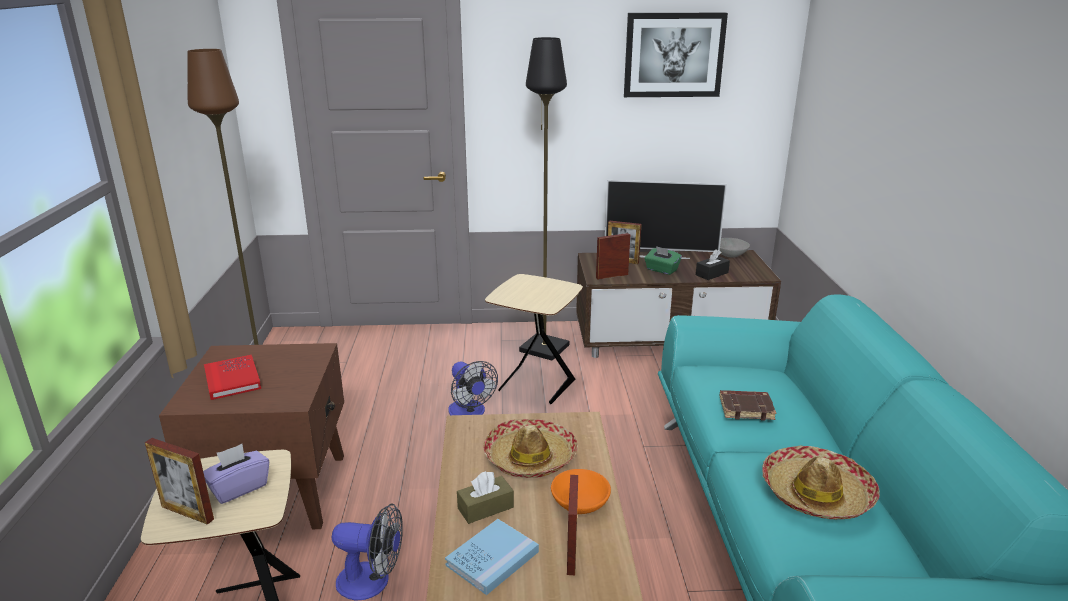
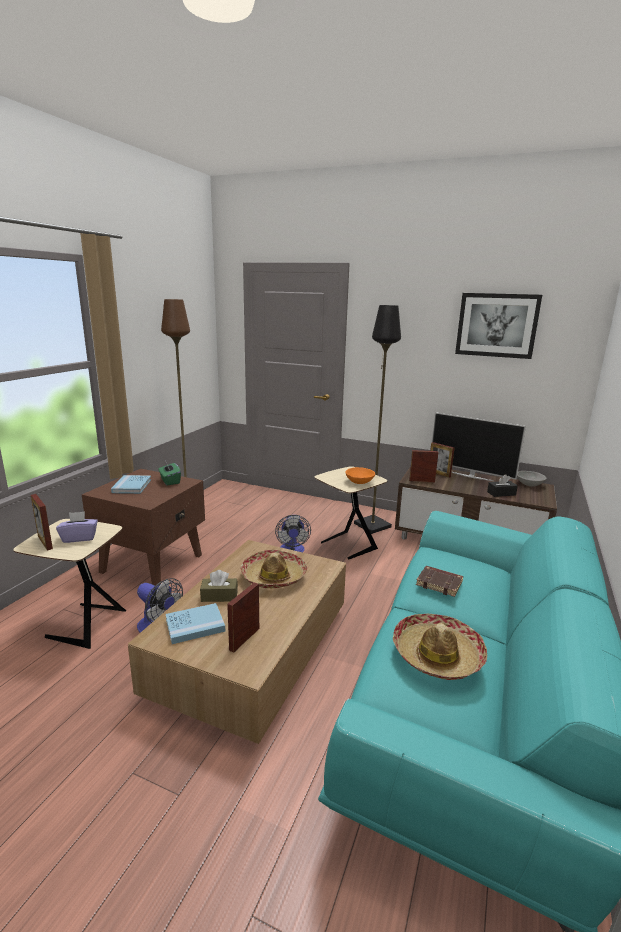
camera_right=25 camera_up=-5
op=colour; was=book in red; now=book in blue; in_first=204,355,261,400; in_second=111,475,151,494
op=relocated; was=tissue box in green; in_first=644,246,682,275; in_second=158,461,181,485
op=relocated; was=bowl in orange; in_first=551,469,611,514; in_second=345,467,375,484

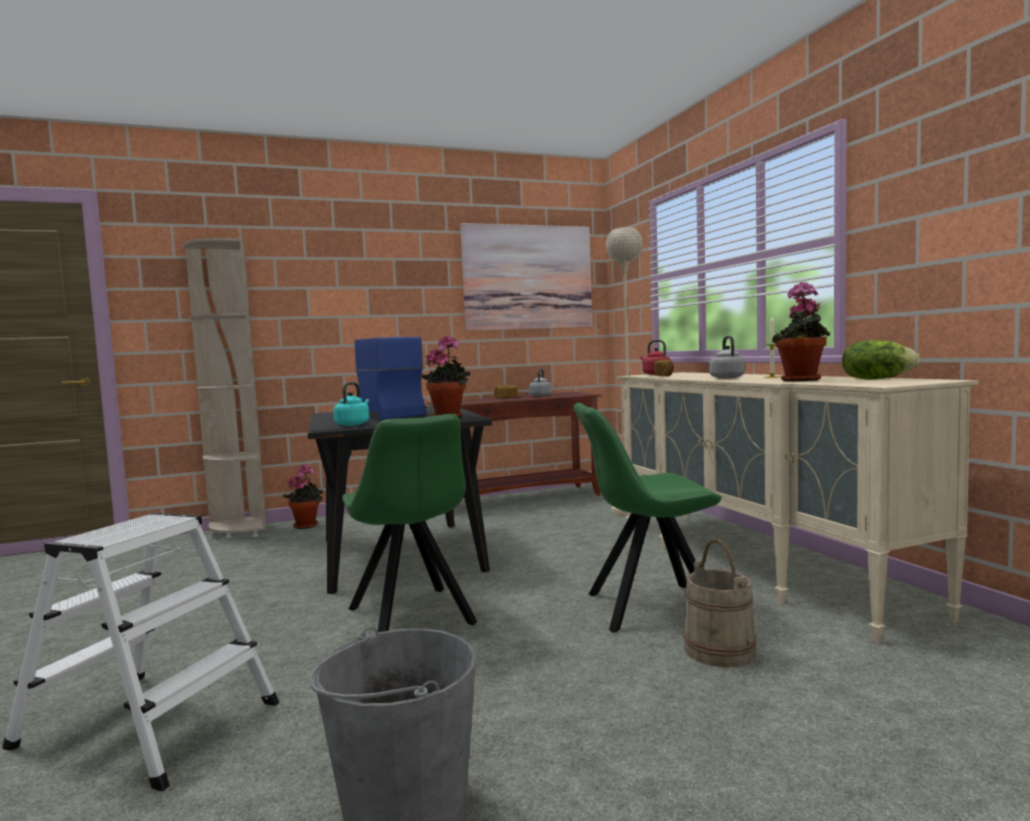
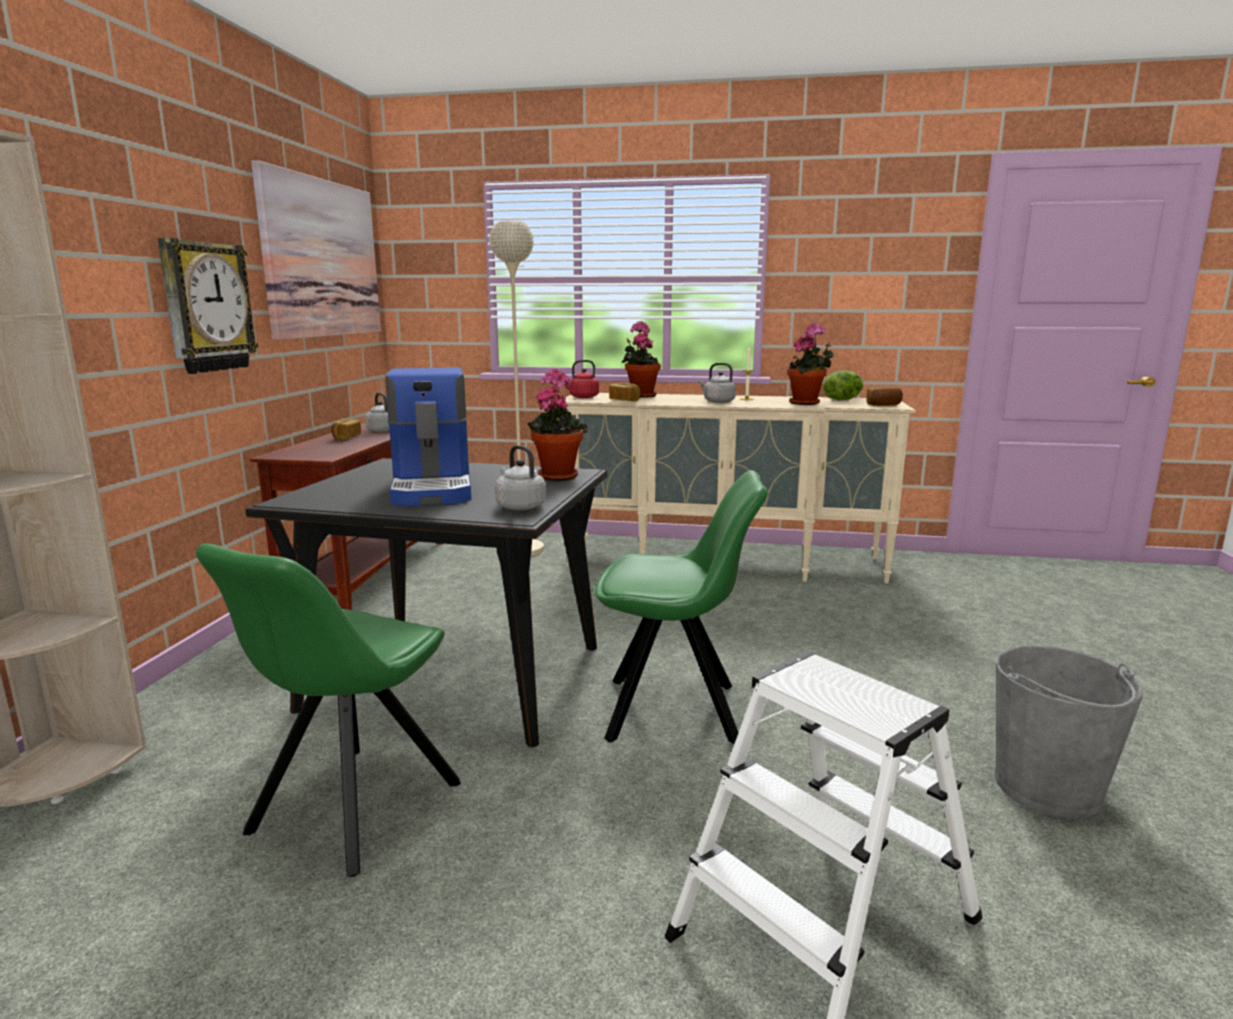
camera_right=-60 camera_up=10
op=appeared; now=wall clock; in_second=158,238,259,374
op=relocated; was=chair in green; in_first=573,403,722,633; in_second=196,544,461,877
op=spun; was=coffee machine; in_first=355,337,425,420; in_second=385,367,471,506; clockwise=-90
op=colour; was=kettle in turquoise; now=kettle in grey; in_first=333,382,369,426; in_second=495,445,546,511
op=relocated; was=potted plant; in_first=283,464,323,529; in_second=622,321,661,398
op=appeared; now=bread; in_second=867,387,903,406
op=missing; was=bucket in beige; in_first=683,539,756,667

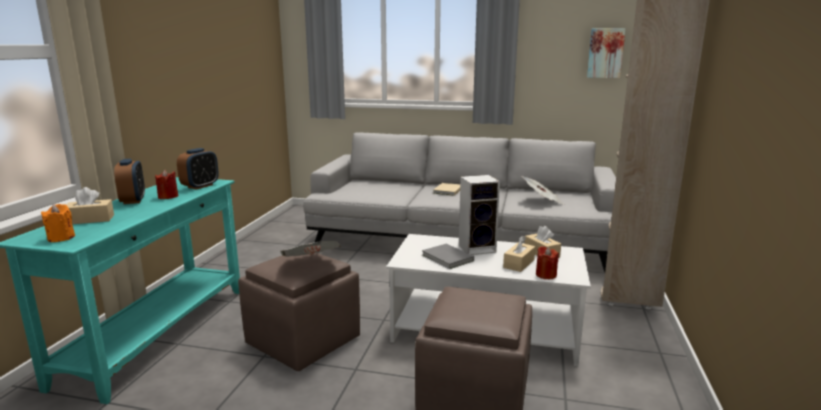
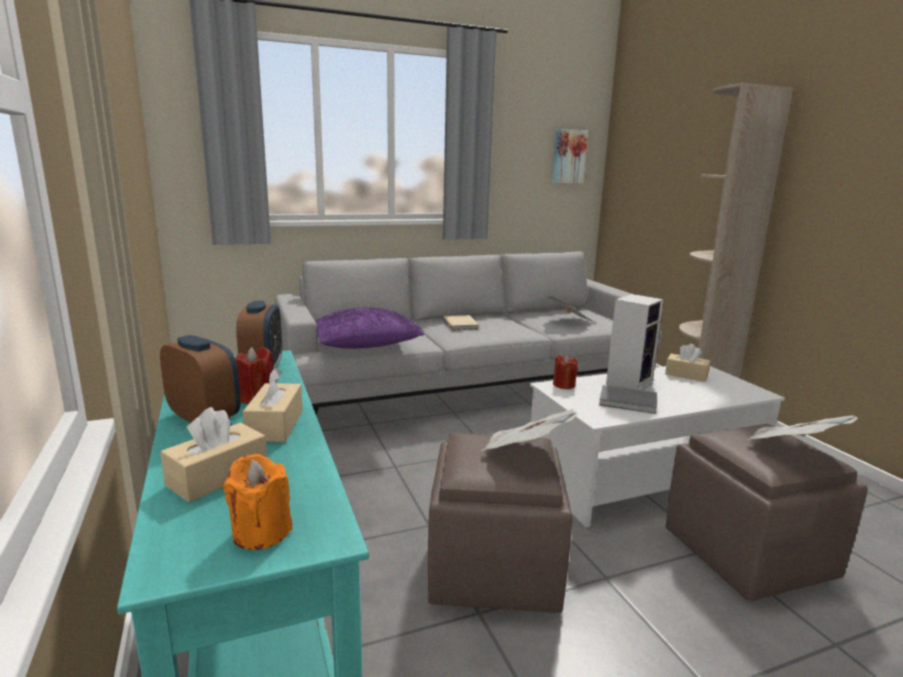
camera_right=-35 camera_up=0
op=relocated; was=tissue box in beige; in_first=503,236,535,272; in_second=243,367,303,442
op=appeared; now=pillow in purple; in_second=315,307,424,349
op=relocated; was=candle in red; in_first=536,246,559,279; in_second=553,354,578,389
op=appeared; now=newspaper; in_second=746,415,858,440

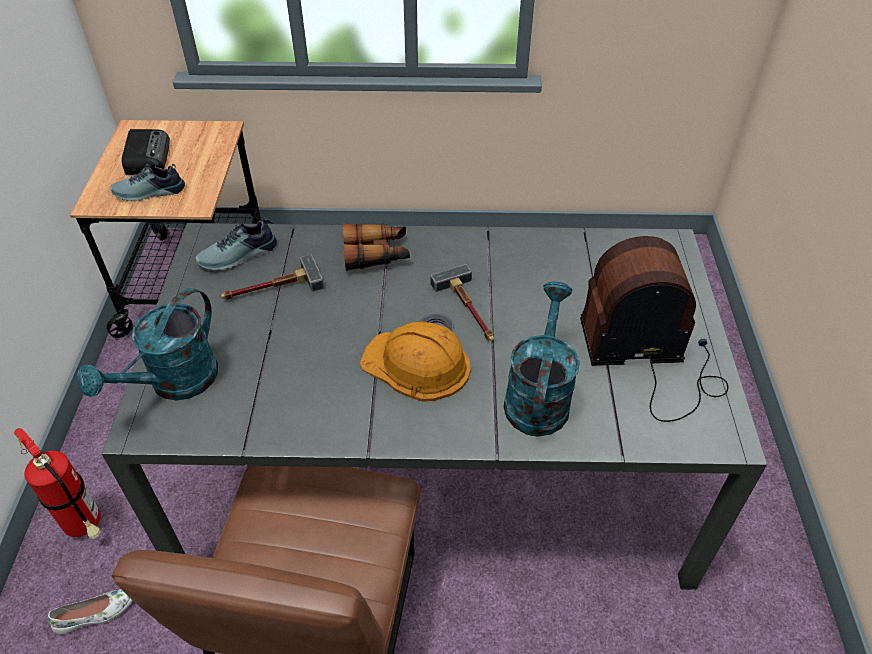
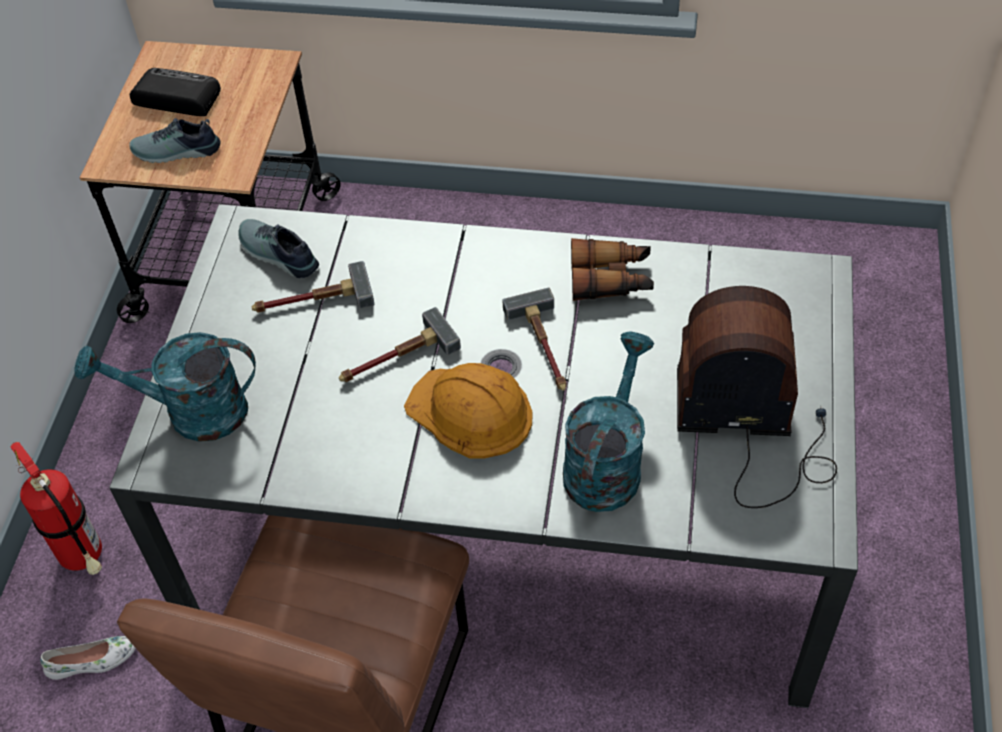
camera_right=10 camera_up=5
op=spun; was=watering can in turquoise; in_first=77,288,218,401; in_second=74,332,256,442; clockwise=45
op=spun; was=radio; in_first=122,129,170,175; in_second=130,68,221,116; clockwise=-75
op=spun; was=shoe; in_first=195,218,277,271; in_second=238,219,319,278; clockwise=60
op=appeared; now=hammer; in_second=339,307,461,382
op=relocated; was=binoculars; in_first=342,223,410,271; in_second=571,238,654,301

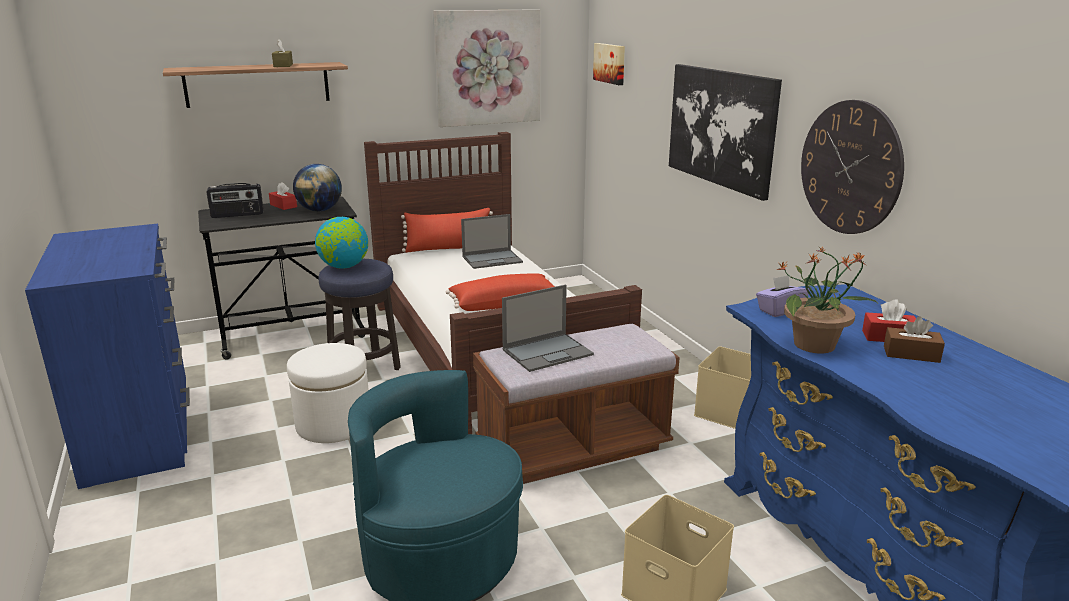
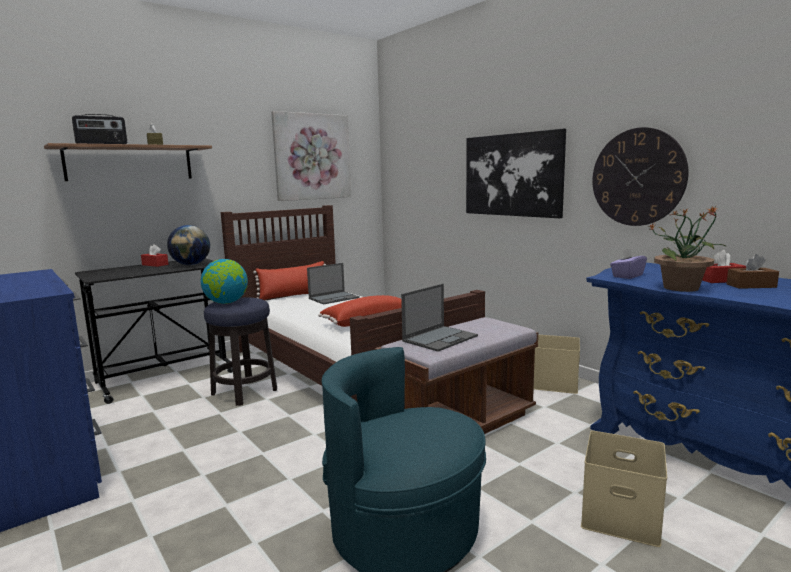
camera_right=-15 camera_up=-10
op=relocated; was=radio; in_first=207,183,264,218; in_second=72,114,127,144
op=missing; was=ottoman in white; in_first=287,343,369,443
op=missing; was=picture; in_first=593,43,625,85

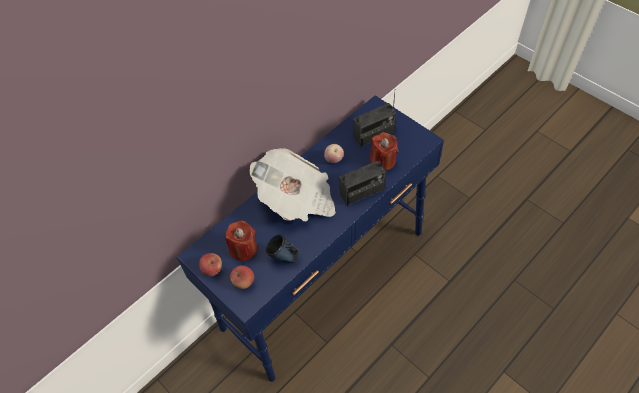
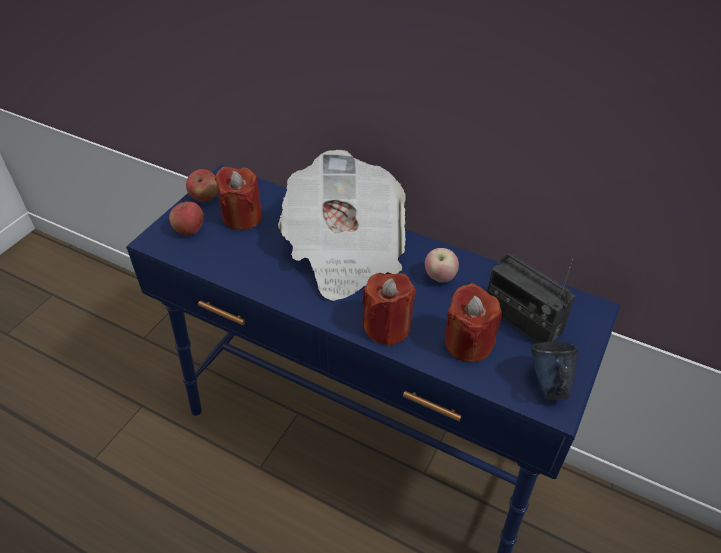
camera_right=70 camera_up=-10
op=exchanged; was=radio; now=candle in red; in_first=339,152,386,206; in_second=362,273,416,346
op=relocated; was=mug in blue; in_first=266,234,299,263; in_second=531,342,578,400

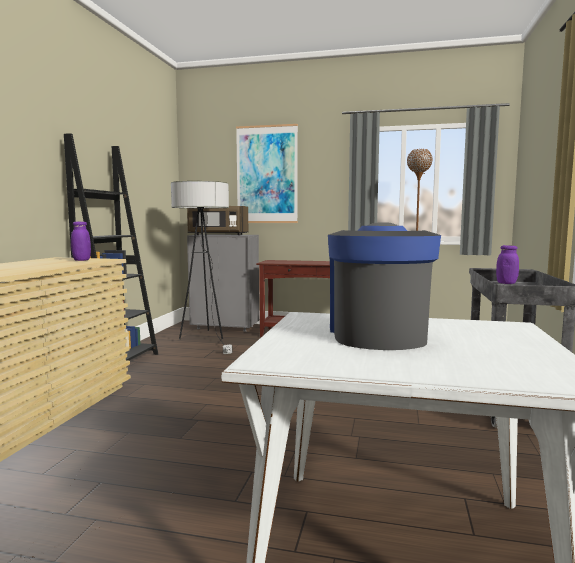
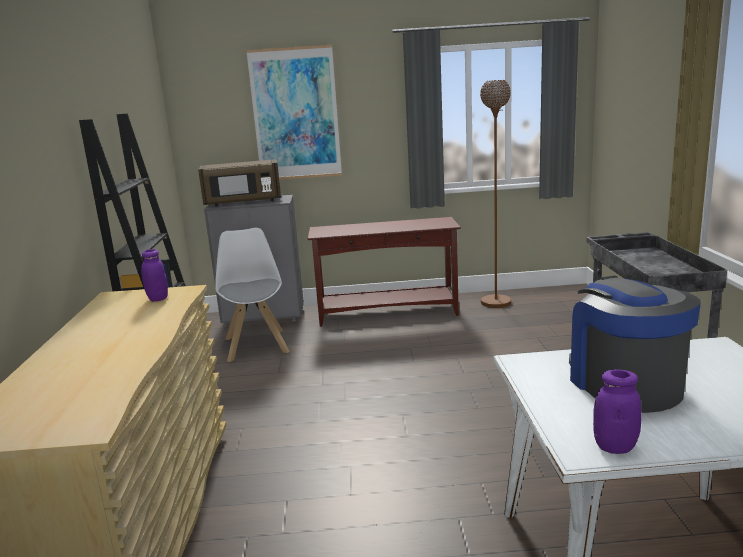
camera_right=-15 camera_up=10
op=exchanged; was=floor lamp; now=chair; in_first=171,181,232,354; in_second=215,228,290,362
op=relocated; was=jar in purple; in_first=496,245,519,284; in_second=593,370,641,454

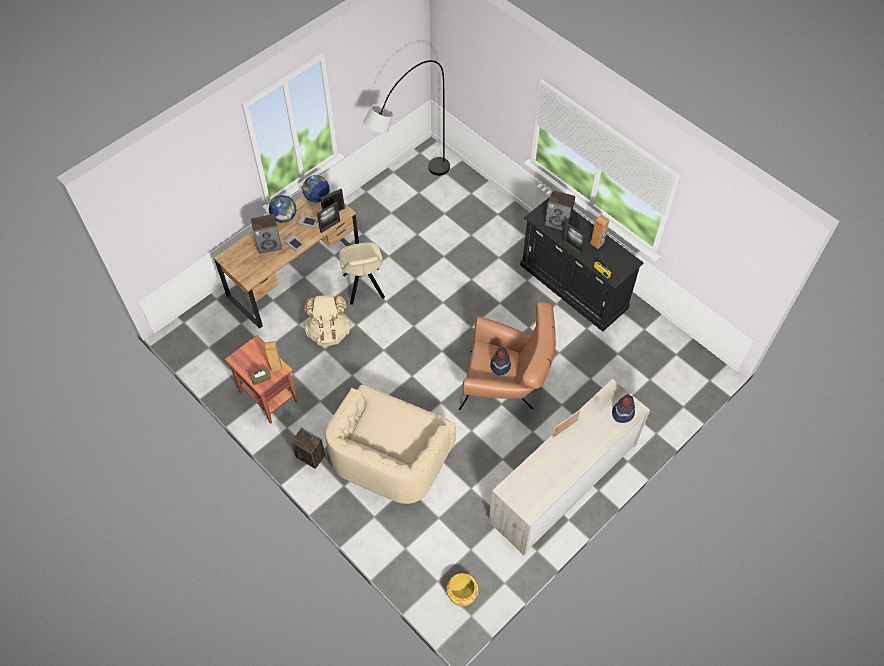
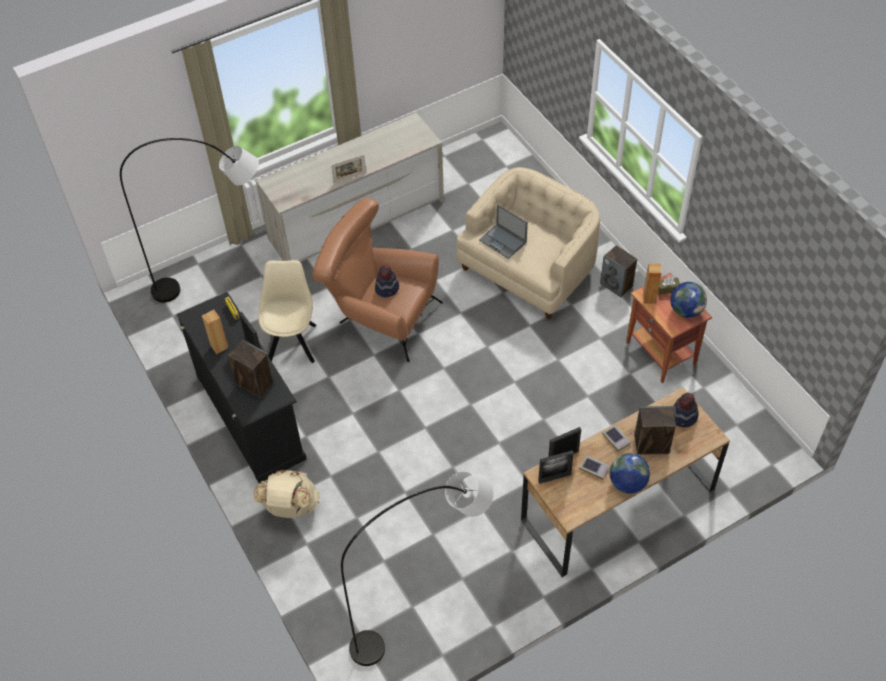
camera_right=-165 camera_up=-5
op=appeared; now=floor lamp in grey; in_second=120,138,259,302
op=relocated; was=backpack in beige; in_first=304,295,351,346; in_second=253,470,320,518
op=relocated; was=chair in beige; in_first=339,242,385,305; in_second=258,260,317,363
op=appeared; now=laptop; in_second=479,204,528,259
op=relocated; was=globe; in_first=302,175,329,202; in_second=670,282,707,318
op=relocated; was=hat; in_first=612,394,635,423; in_second=673,393,699,427
op=missing; was=planter in yellow; in_first=446,573,479,606

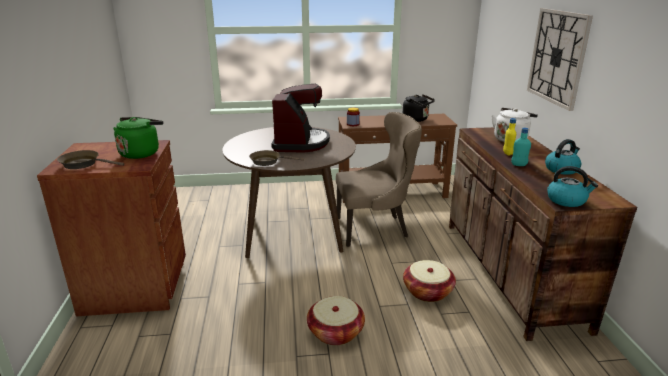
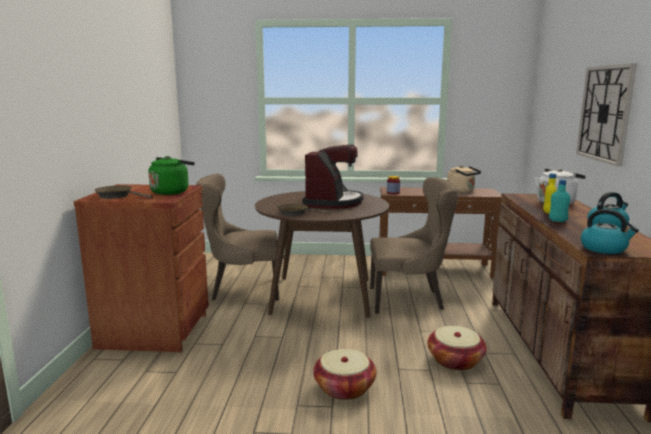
camera_right=10 camera_up=-10
op=appeared; now=chair in beige; in_second=196,174,279,301
op=colour; was=kettle in black; now=kettle in beige; in_first=402,94,435,122; in_second=447,166,481,193

